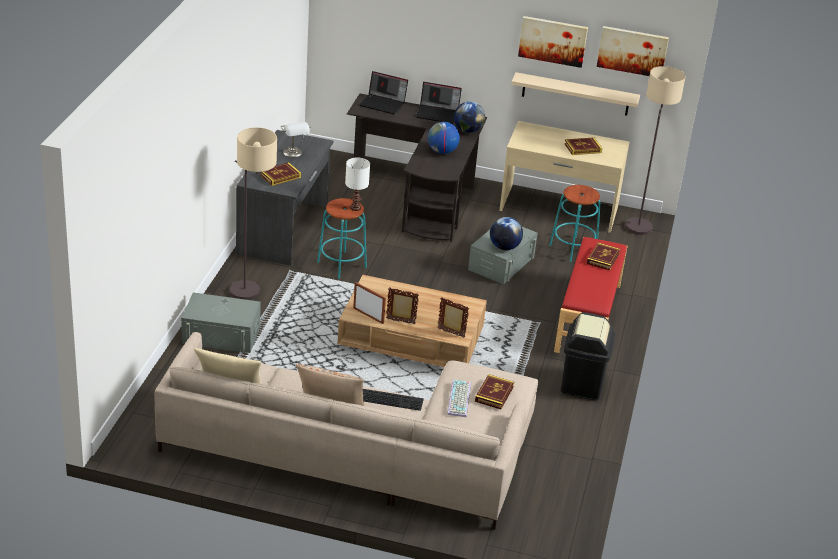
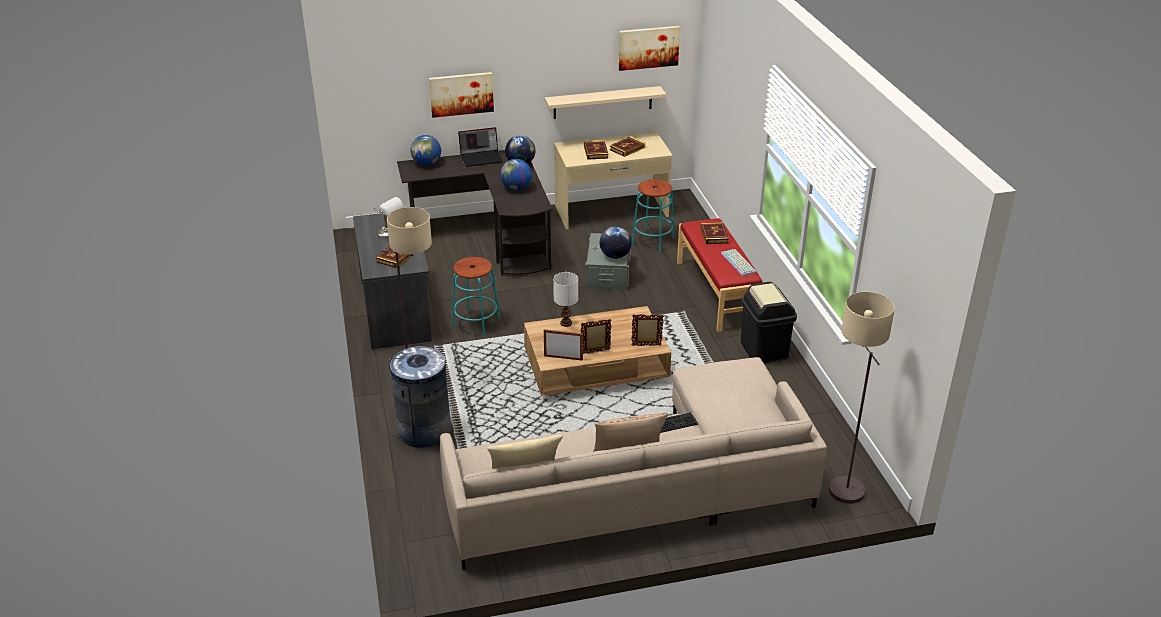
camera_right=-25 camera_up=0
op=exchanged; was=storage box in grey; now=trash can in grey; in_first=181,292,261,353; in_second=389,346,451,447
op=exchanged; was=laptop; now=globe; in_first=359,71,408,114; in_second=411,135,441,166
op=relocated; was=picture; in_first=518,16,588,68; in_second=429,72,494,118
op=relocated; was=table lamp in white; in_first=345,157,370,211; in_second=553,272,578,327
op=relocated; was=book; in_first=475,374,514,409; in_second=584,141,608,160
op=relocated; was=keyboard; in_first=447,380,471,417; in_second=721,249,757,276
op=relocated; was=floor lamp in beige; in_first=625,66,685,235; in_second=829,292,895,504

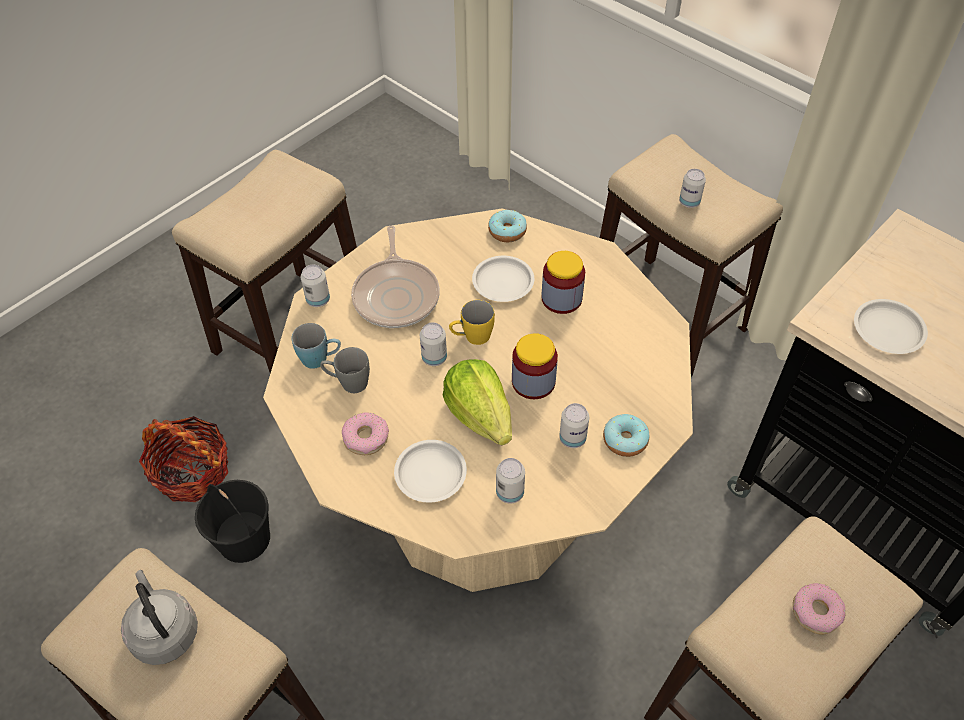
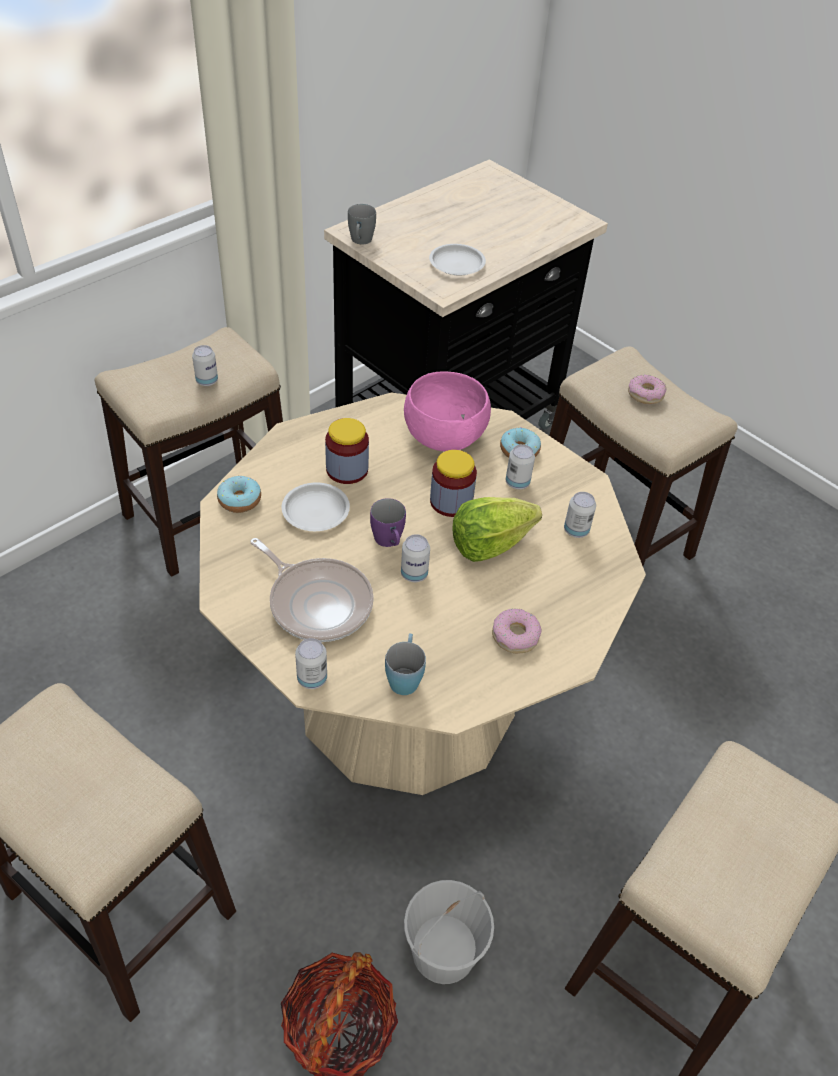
camera_right=-90 camera_up=-5
op=spun; was=frying pan; in_first=351,226,440,328; in_second=250,538,374,642; clockwise=45
op=relocated; was=mug in grey; in_first=320,347,370,393; in_second=348,204,376,244
op=colour; was=mug in yellow; now=mug in purple; in_first=449,300,495,345; in_second=370,498,406,547
op=appeared; now=bowl in pink; in_second=404,371,491,451
op=colour; was=bucket in black; now=bucket in white; in_first=195,480,270,563; in_second=404,880,494,984
op=missing; was=kettle in grey; in_first=121,570,198,665
op=missing; was=plate in white; in_first=394,440,467,503

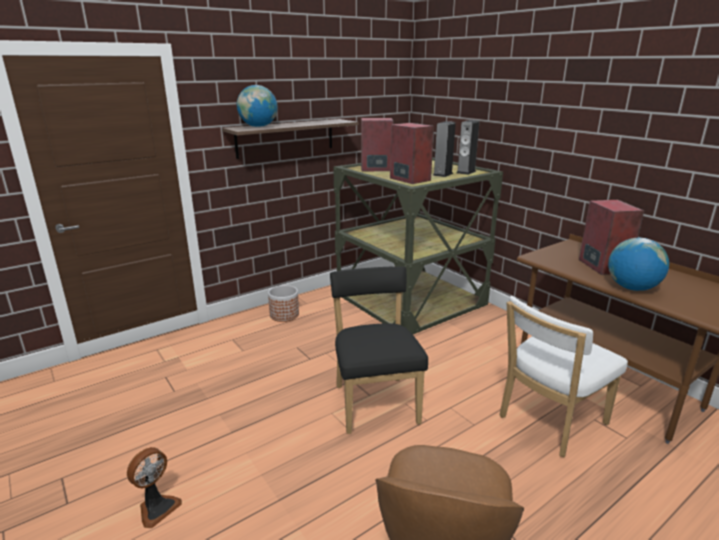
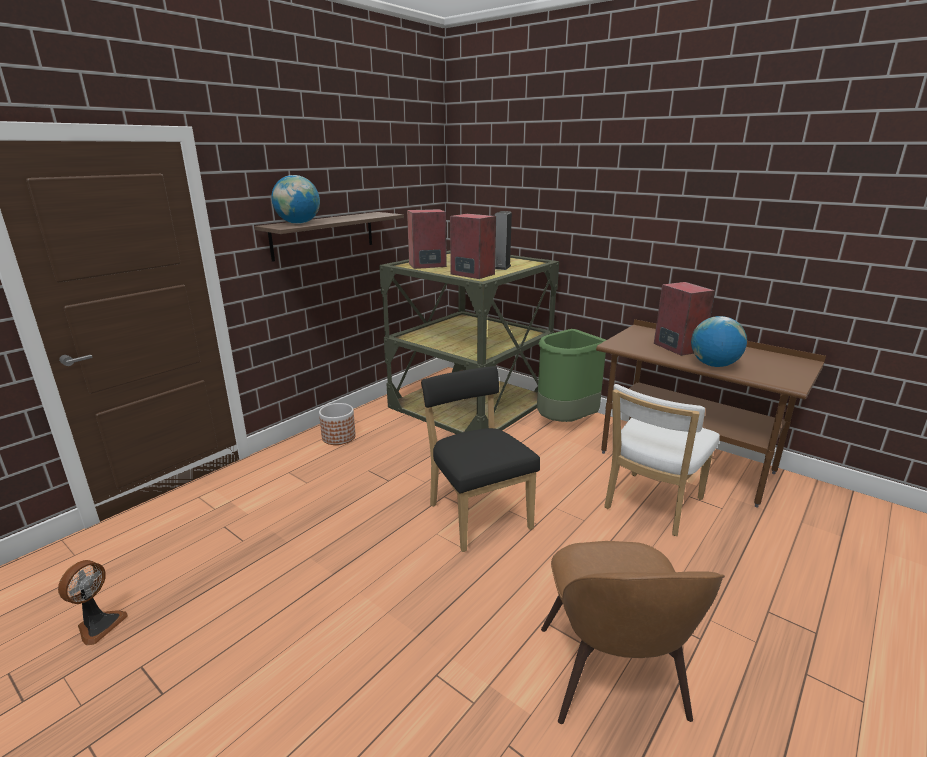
camera_right=-15 camera_up=0
op=relocated; was=fan; in_first=127,447,182,528; in_second=58,560,128,646
op=appeared; now=trash can in green; in_second=537,329,606,422
op=missing; was=speaker; in_first=457,120,479,175

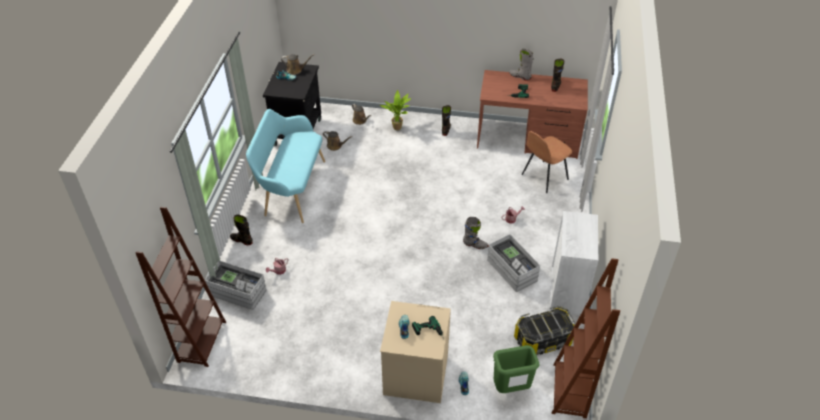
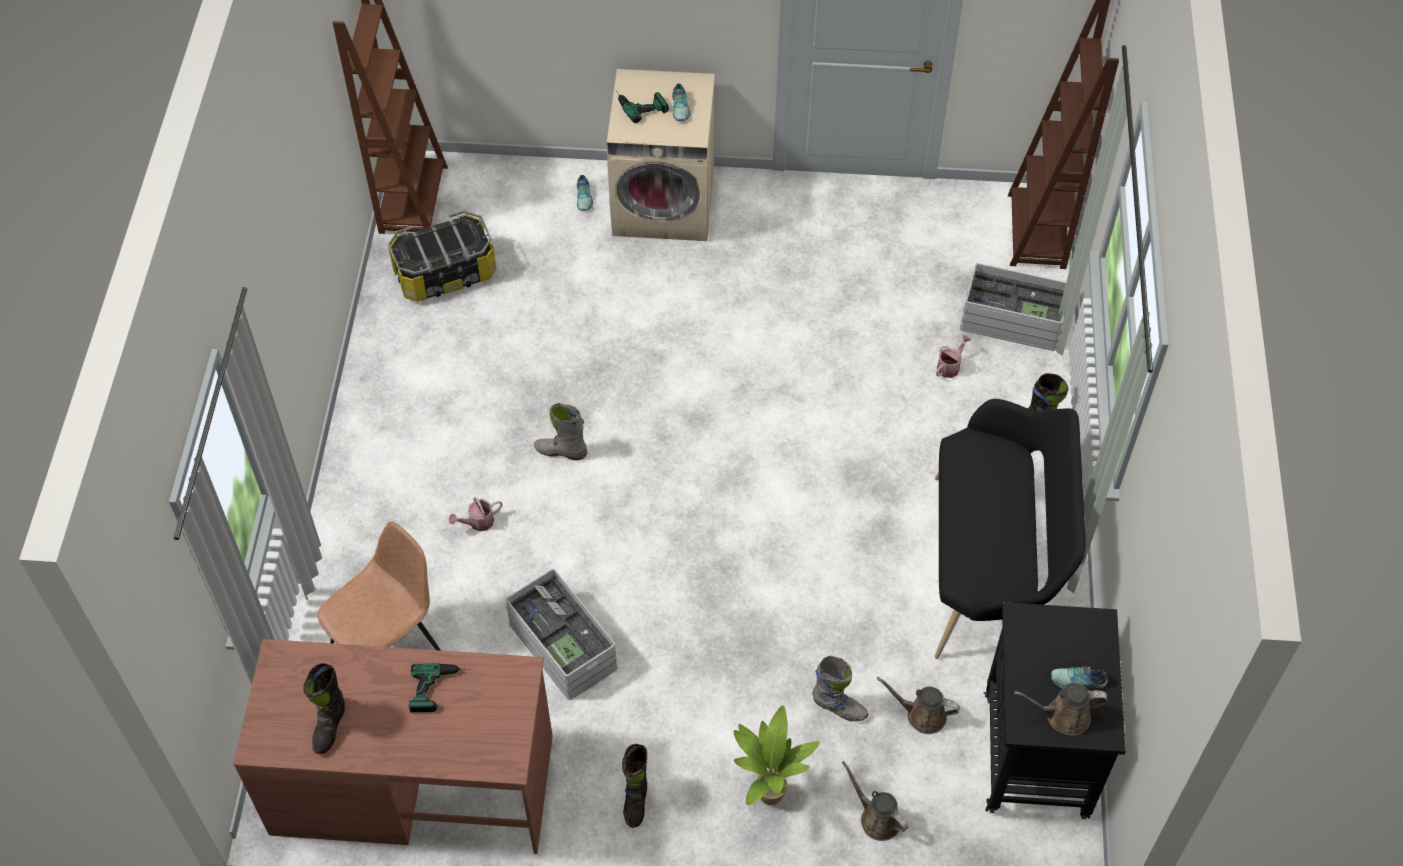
camera_right=175 camera_up=10
op=relocated; was=storage box in grey; in_first=487,234,540,292; in_second=506,569,618,700
op=relocated; was=boot in grey; in_first=509,49,534,80; in_second=812,656,868,721
op=colour; was=bench in turquoise; now=bench in black; in_first=246,109,325,223; in_second=934,399,1086,659
op=missing; was=trash can in green; in_first=493,345,539,393
op=missing; was=cabinet in white; in_first=550,211,599,315

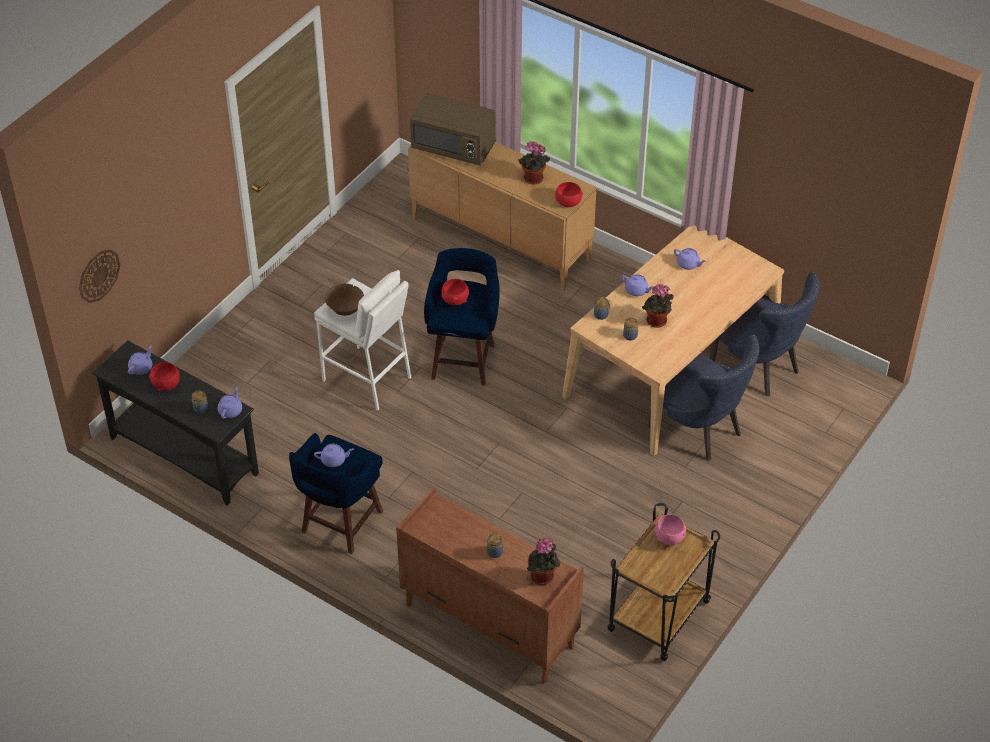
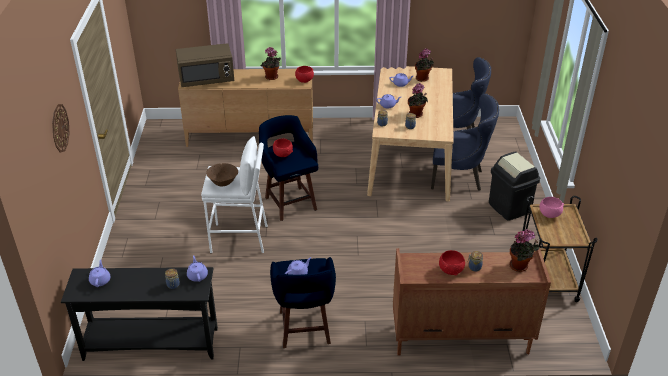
camera_right=-35 camera_up=-10
op=relocated; was=wall clock; in_first=79,249,120,303; in_second=52,104,69,153
op=appeared; now=potted plant; in_second=415,48,434,82
op=relocated; was=bowl in red; in_first=149,362,180,391; in_second=439,250,465,276
op=appeared; now=trash can in black; in_second=489,152,540,221

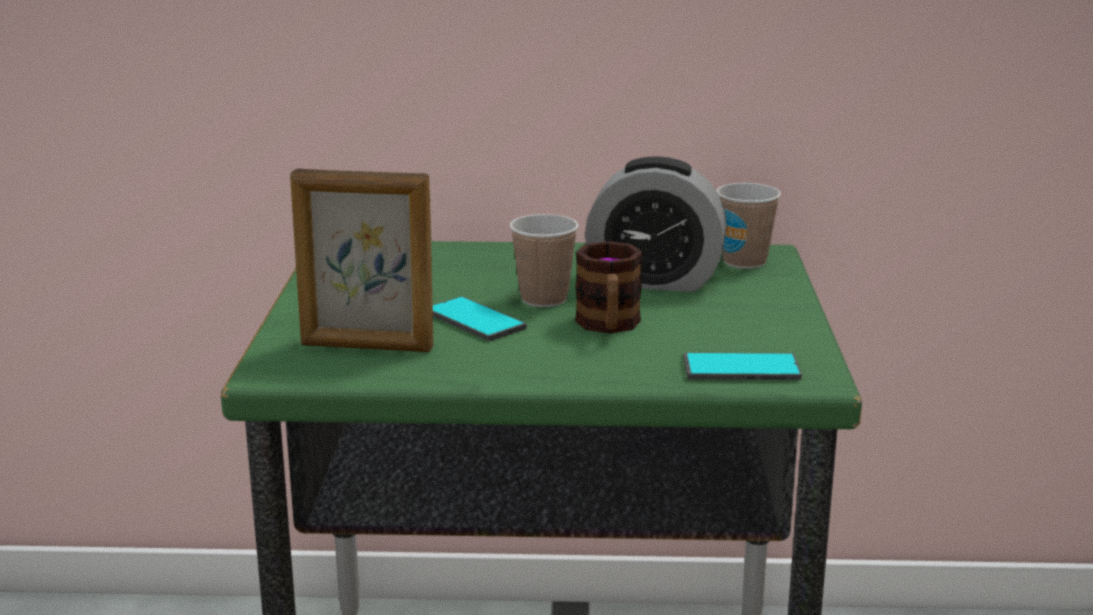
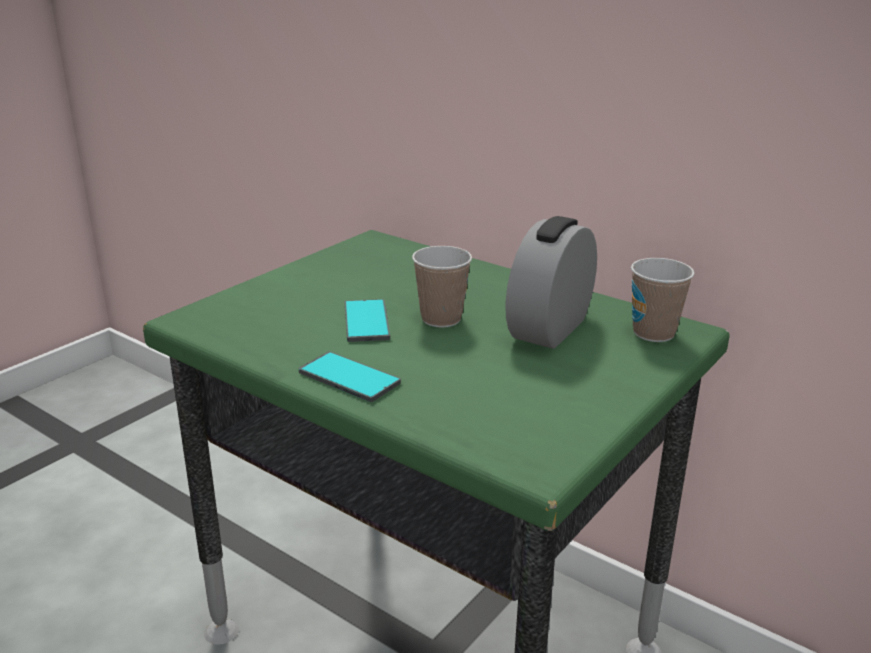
camera_right=35 camera_up=5
op=relocated; was=phone; in_first=683,352,802,380; in_second=299,351,401,402
op=spun; was=alarm clock; in_first=585,156,727,292; in_second=505,216,597,349; clockwise=75
op=missing; was=picture frame; in_first=290,168,433,352
op=missing; was=mug; in_first=575,241,643,334

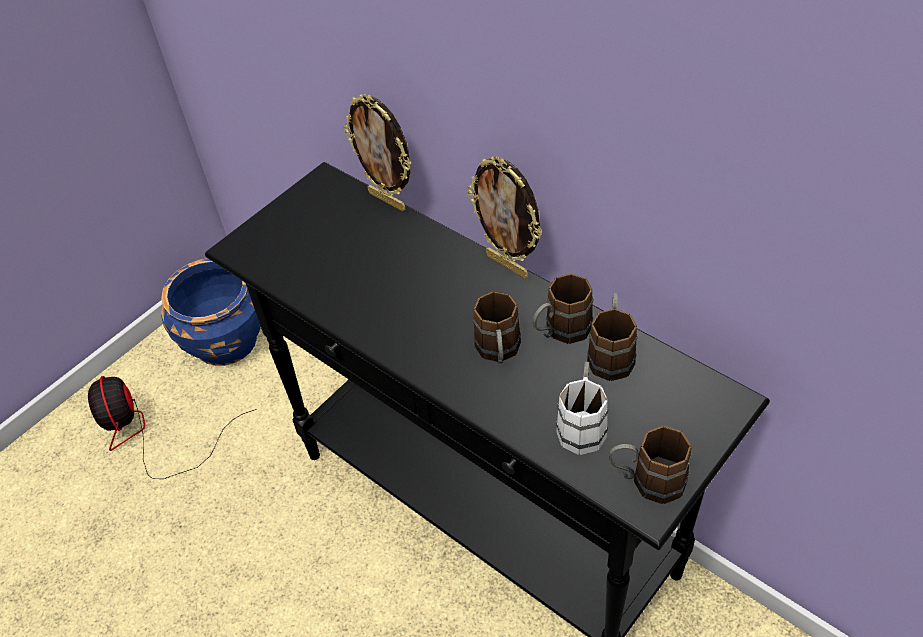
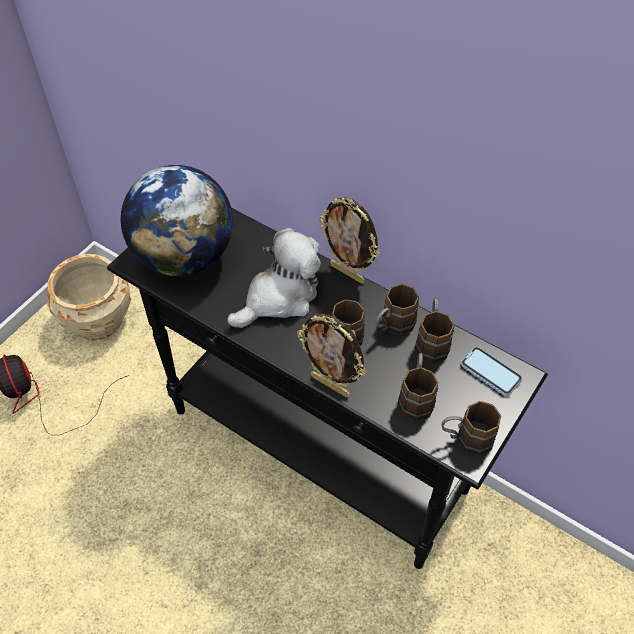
camera_right=-10 camera_up=5
op=colour; was=planter in blue; now=planter in beige; in_first=161,258,261,366; in_second=47,254,131,340
op=appeared; now=globe; in_second=121,165,233,277
op=appeared; now=plush toy; in_second=227,228,321,328
op=relocated; was=picture frame; in_first=343,94,412,211; in_second=297,314,367,397
op=colour; was=mug in white; now=mug in brown; in_first=556,361,608,455; in_second=398,353,438,421
op=appeared; now=phone; in_second=461,347,522,396

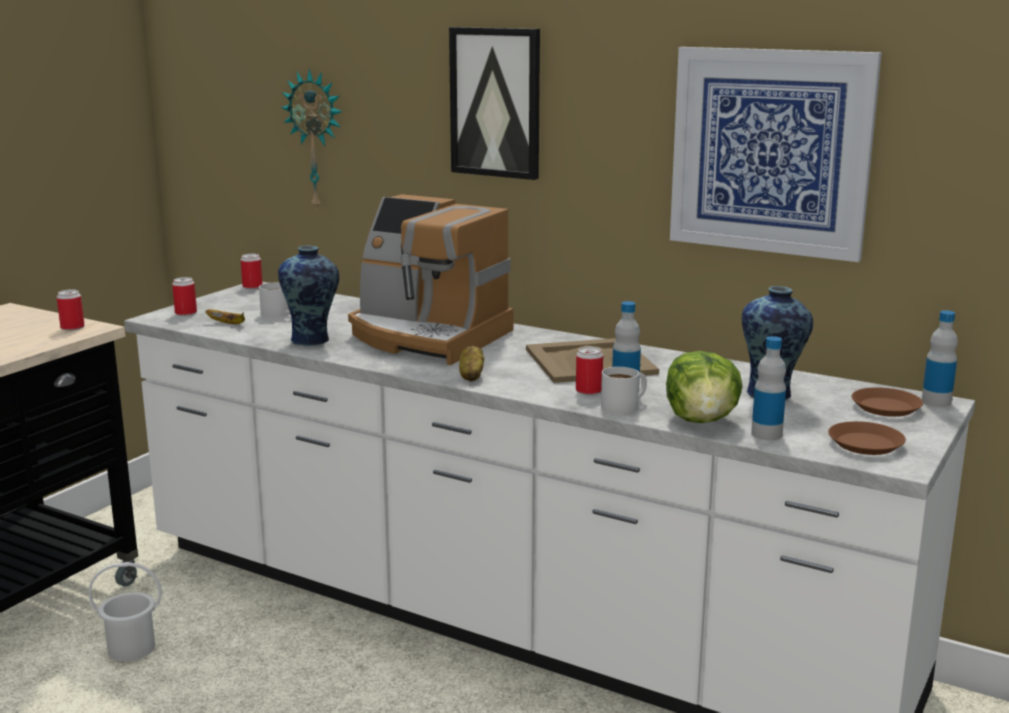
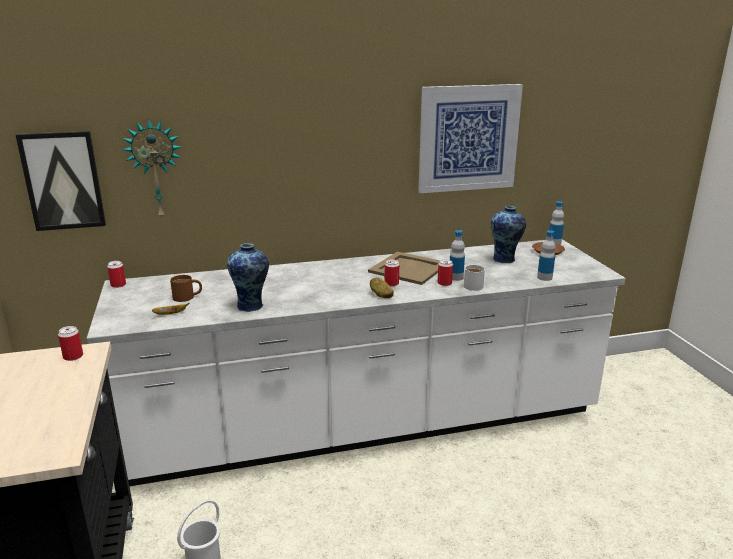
camera_right=-45 camera_up=5
op=relocated; was=picture; in_first=449,27,540,180; in_second=16,131,106,231
op=colour; was=mug in white; now=mug in brown; in_first=259,282,290,318; in_second=170,275,202,302
op=relocated; was=can; in_first=172,277,197,316; in_second=384,259,399,286
op=missing; was=coffee machine; in_first=348,194,514,365
op=missing; was=lettuce; in_first=666,351,743,423
op=missing; was=plate in brown; in_first=828,421,906,455

